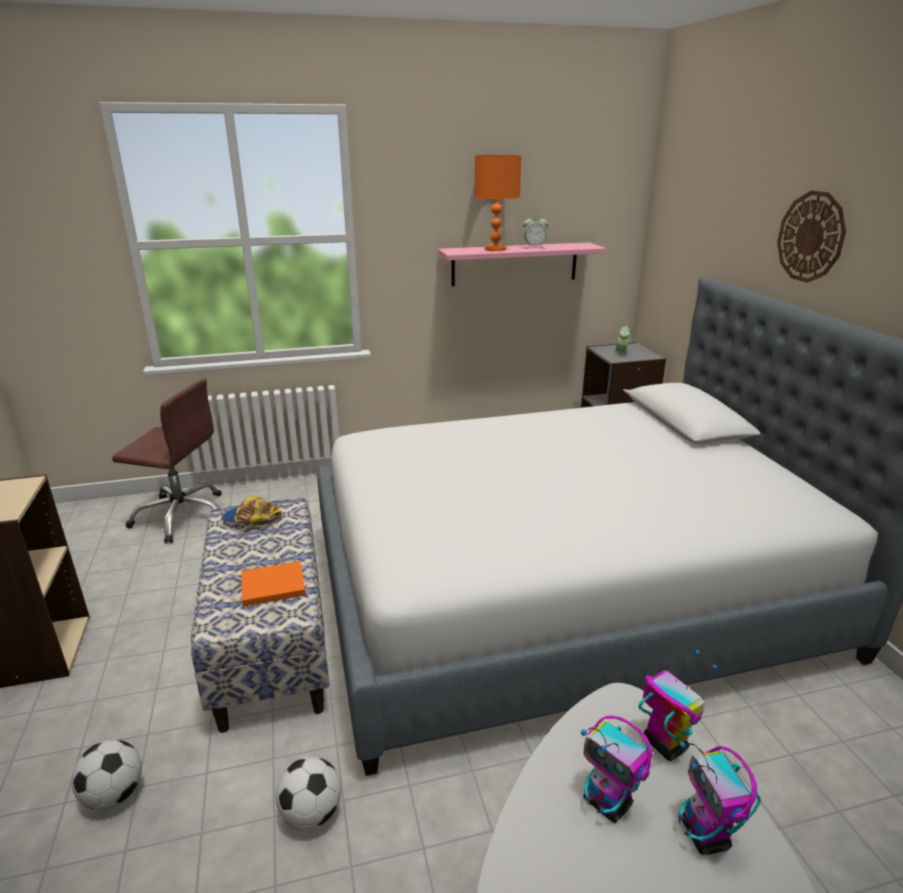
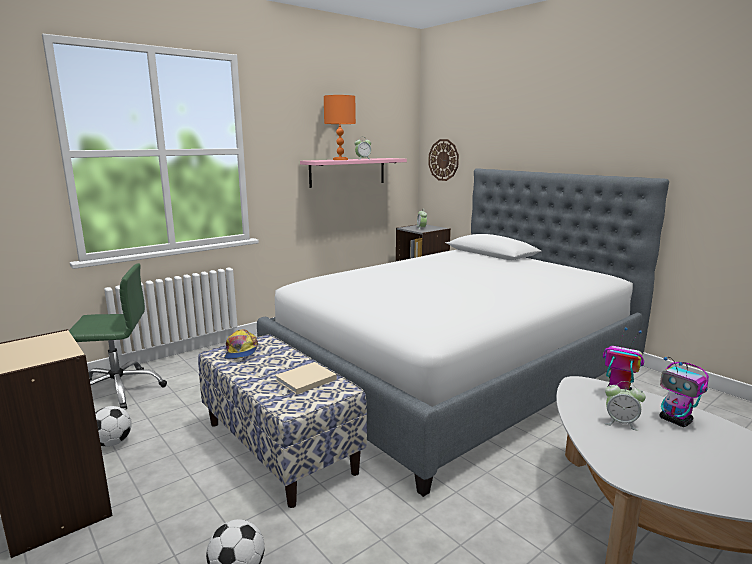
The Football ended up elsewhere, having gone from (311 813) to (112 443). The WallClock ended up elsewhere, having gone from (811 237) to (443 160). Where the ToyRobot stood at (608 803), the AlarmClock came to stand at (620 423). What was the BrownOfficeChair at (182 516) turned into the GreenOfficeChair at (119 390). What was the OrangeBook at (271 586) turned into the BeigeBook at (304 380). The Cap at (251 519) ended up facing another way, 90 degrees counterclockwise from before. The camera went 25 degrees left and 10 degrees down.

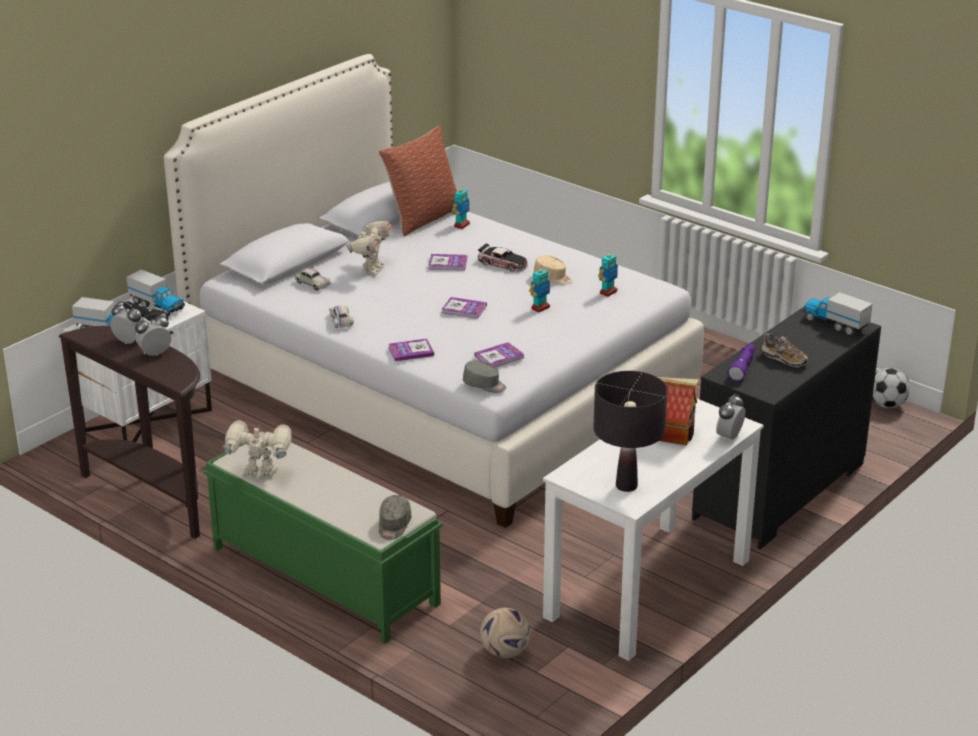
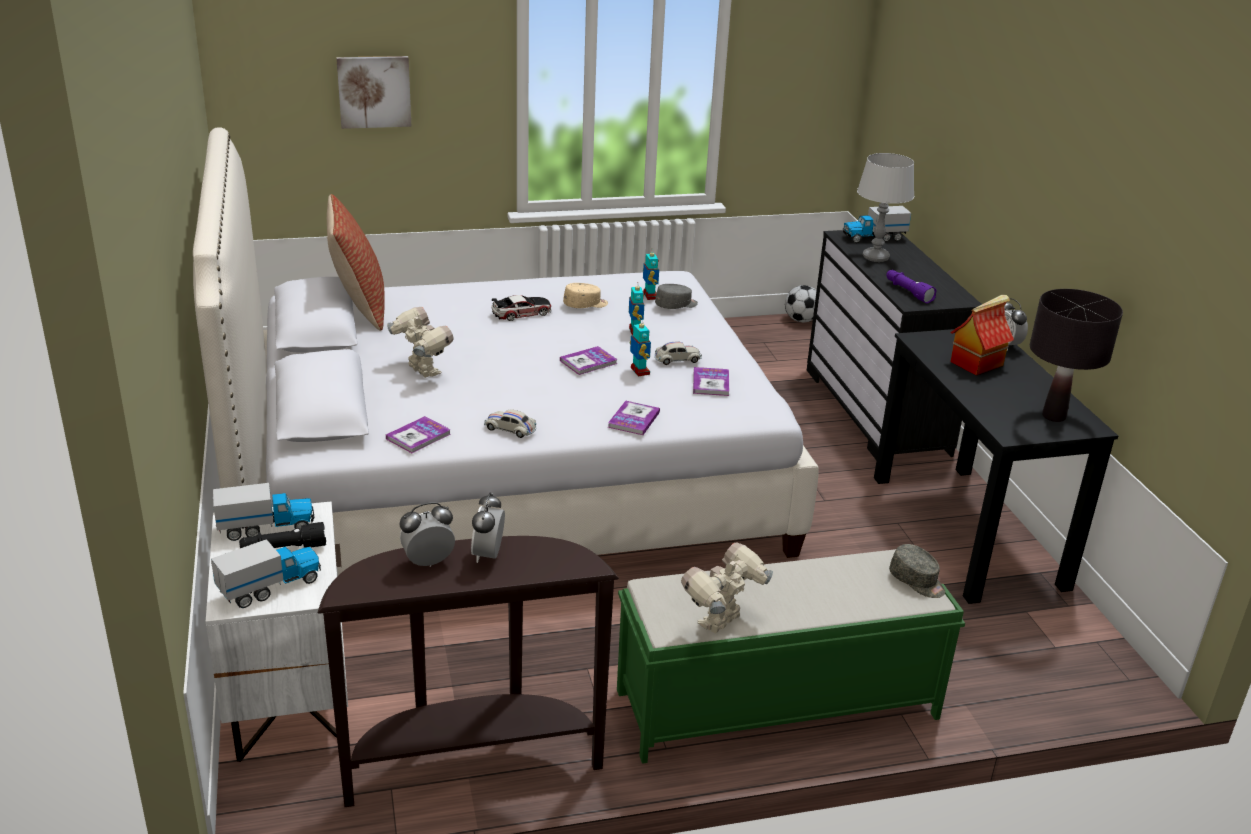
The second view lost the Football at (505 652). The second view lost the Shoe at (784 359). The second view gained the Picture at (374 91). The second view gained the GreyTableLamp at (876 258). The WhiteToyCar ended up elsewhere, having gone from (312 284) to (677 359). The Book ended up elsewhere, having gone from (448 263) to (418 436). The ToyRobot ended up elsewhere, having gone from (461 225) to (639 371). The GreyCap ended up elsewhere, having gone from (484 385) to (676 305). What was the WhiteDesk at (647 589) turned into the BlackDesk at (967 531). The camera went 55 degrees left and 0 degrees up.

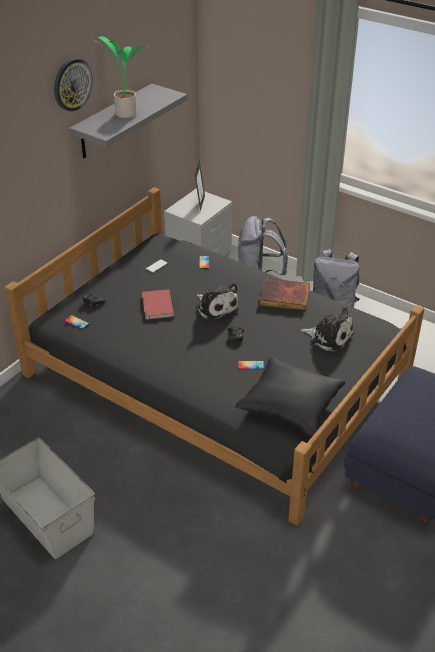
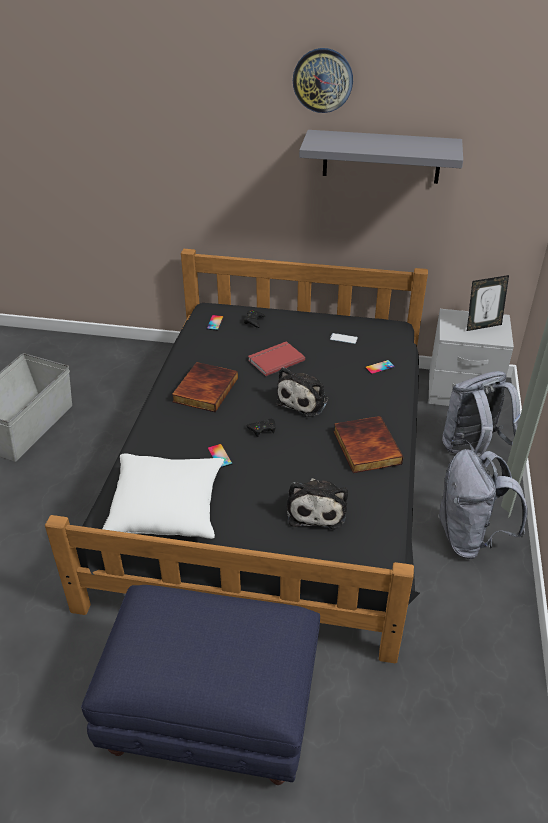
The second view lost the PottedPlant at (124 114). The second view gained the Book at (204 389). What was the BlackPillow at (290 405) turned into the WhitePillow at (166 508). The camera went 65 degrees right and 0 degrees up.

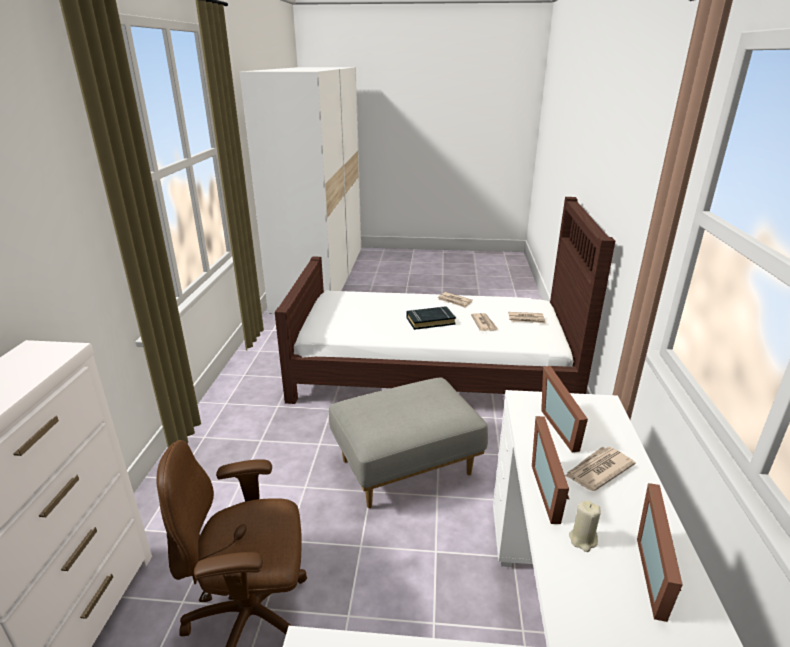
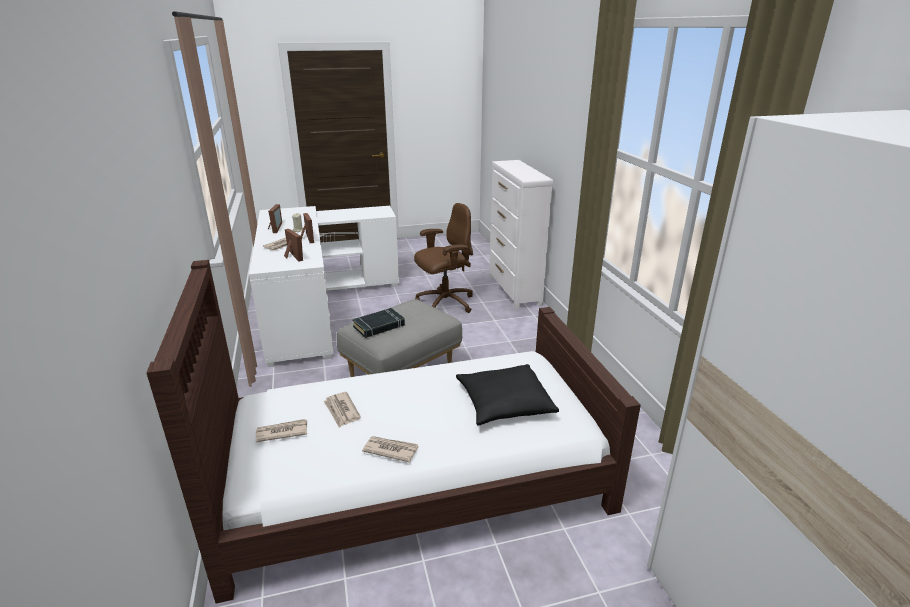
The second view gained the BlackPillow at (504 403). The BlackBook ended up elsewhere, having gone from (430 321) to (379 326). The camera went 160 degrees right and 0 degrees up.

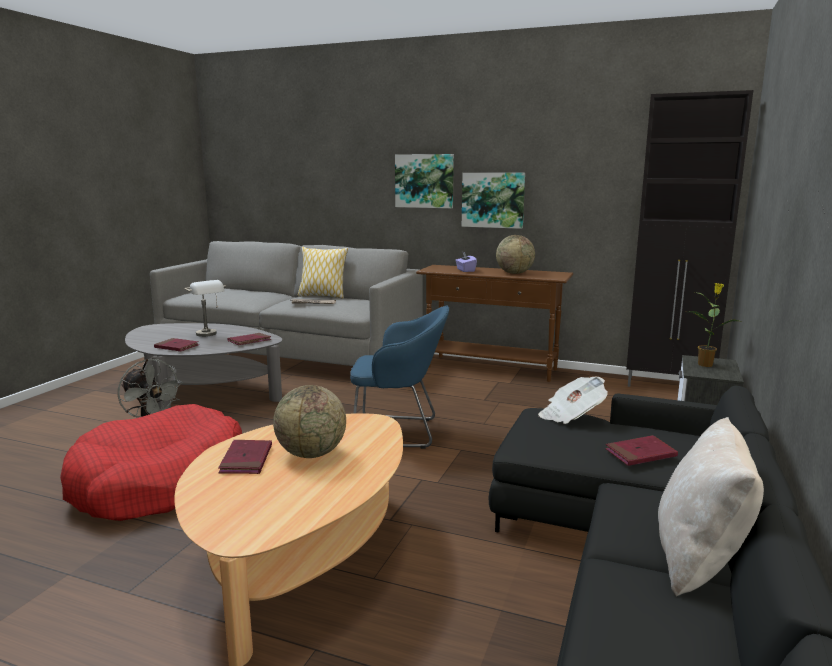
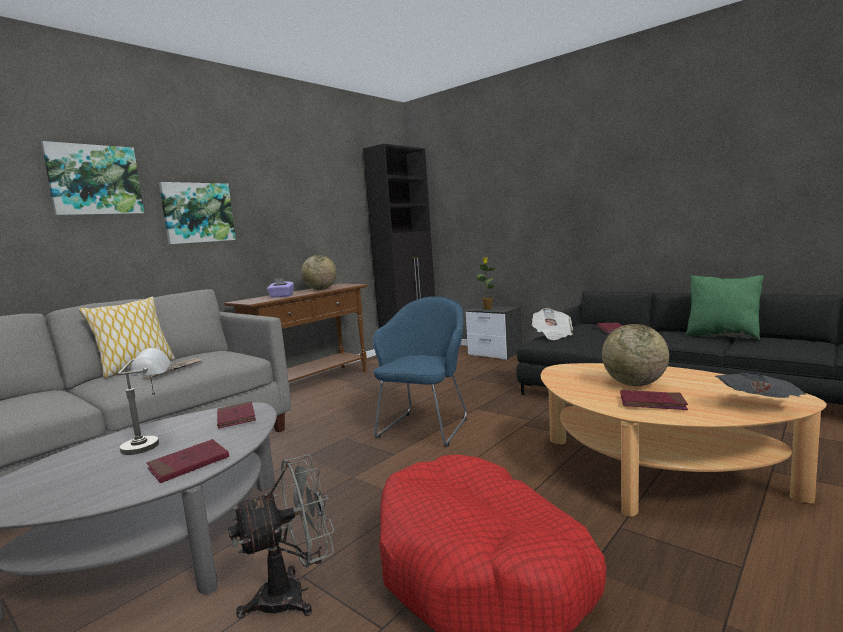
The second view gained the Newspaper at (759 406). The Picture ended up elsewhere, having gone from (493 200) to (94 180). What was the BeigePillow at (699 560) turned into the GreenPillow at (722 336). The camera went 70 degrees left and 5 degrees down.

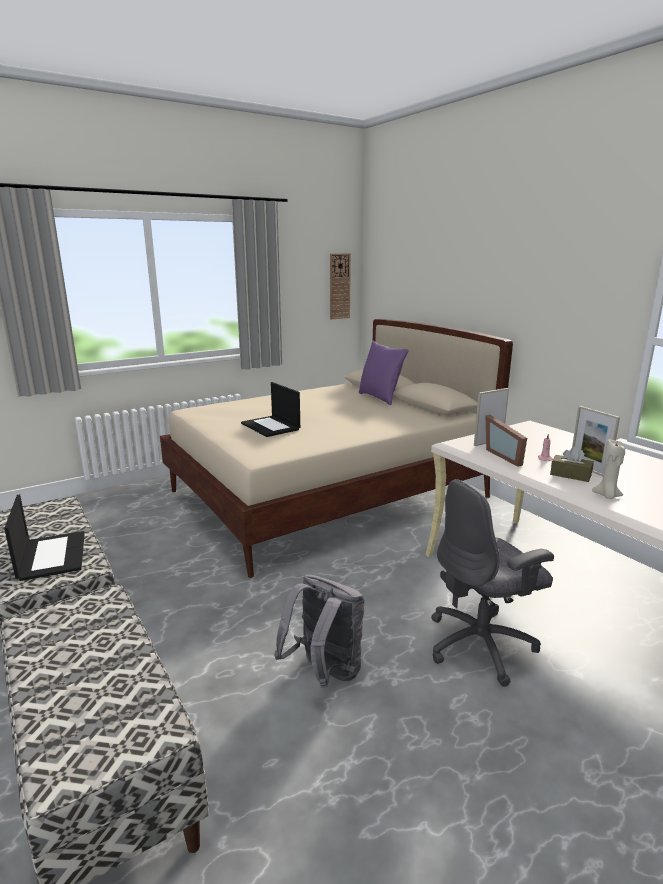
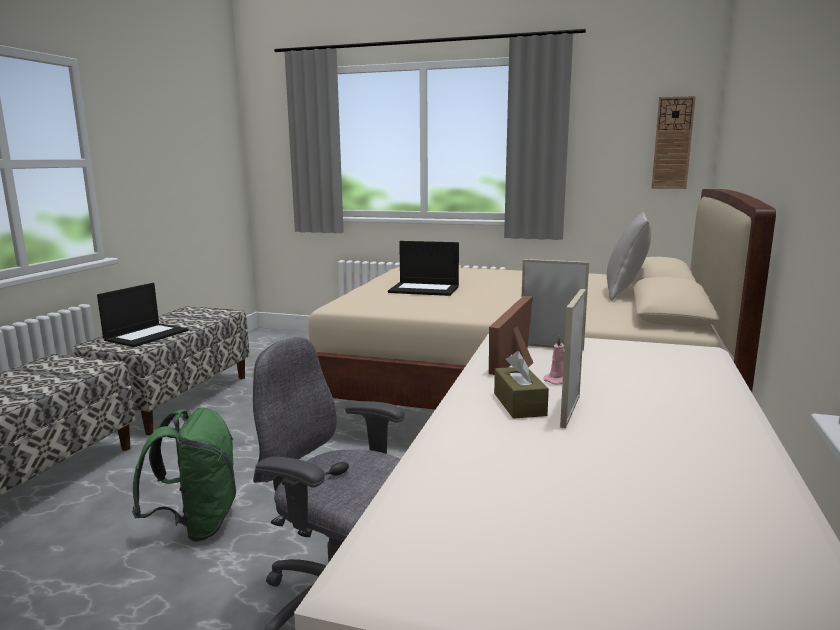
The second view lost the BeigeCandle at (607 496). What was the GreyBackpack at (324 673) turned into the GreenBackpack at (196 525). What was the PurplePillow at (380 398) turned into the GreyPillow at (625 293). The Laptop at (271 426) ended up facing another way, 90 degrees counterclockwise from before. The camera went 50 degrees right and 5 degrees down.

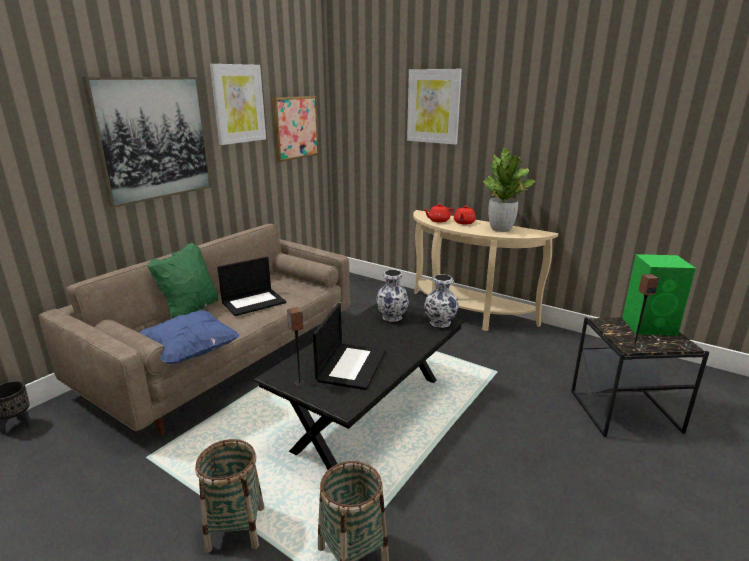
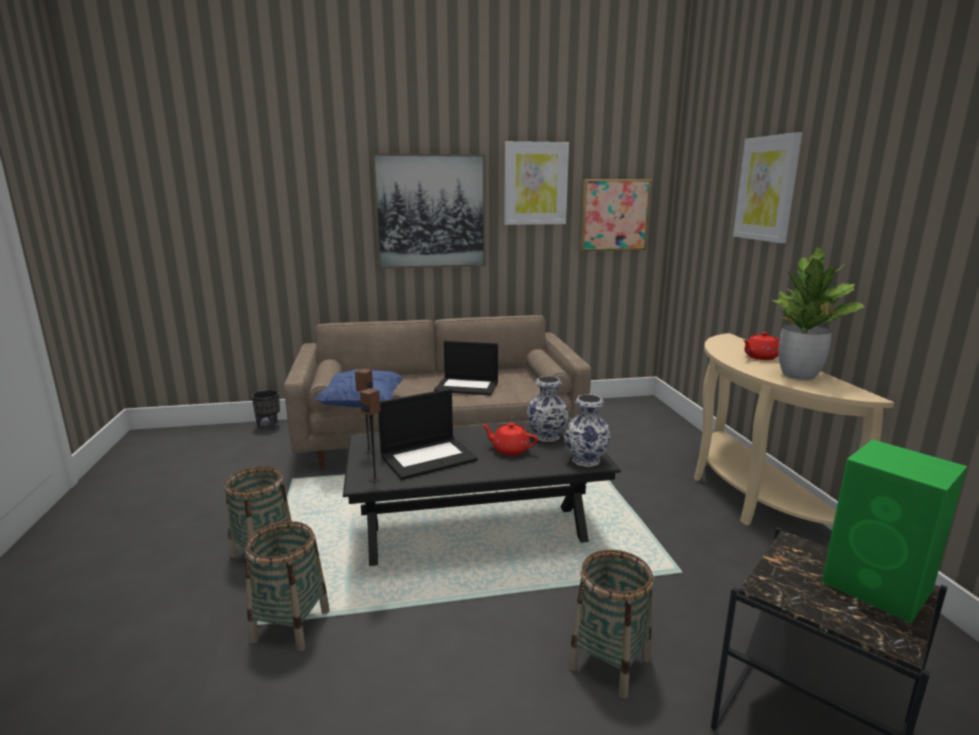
The second view lost the GreenPillow at (190 311). The second view gained the Basket at (609 663). The RedTeapot ended up elsewhere, having gone from (438 220) to (509 450). The Speaker ended up elsewhere, having gone from (634 345) to (375 479). The camera went 45 degrees right and 5 degrees down.

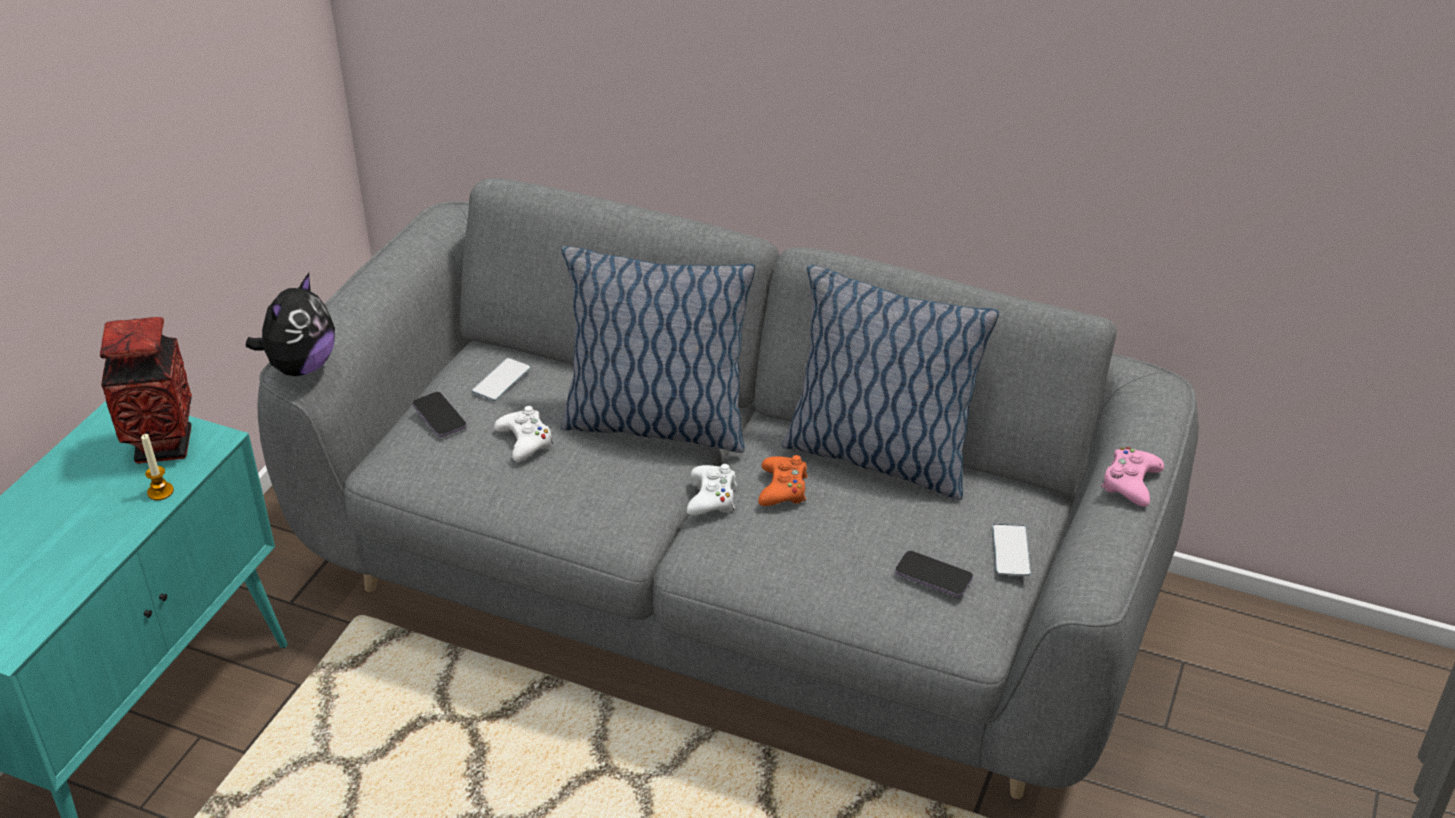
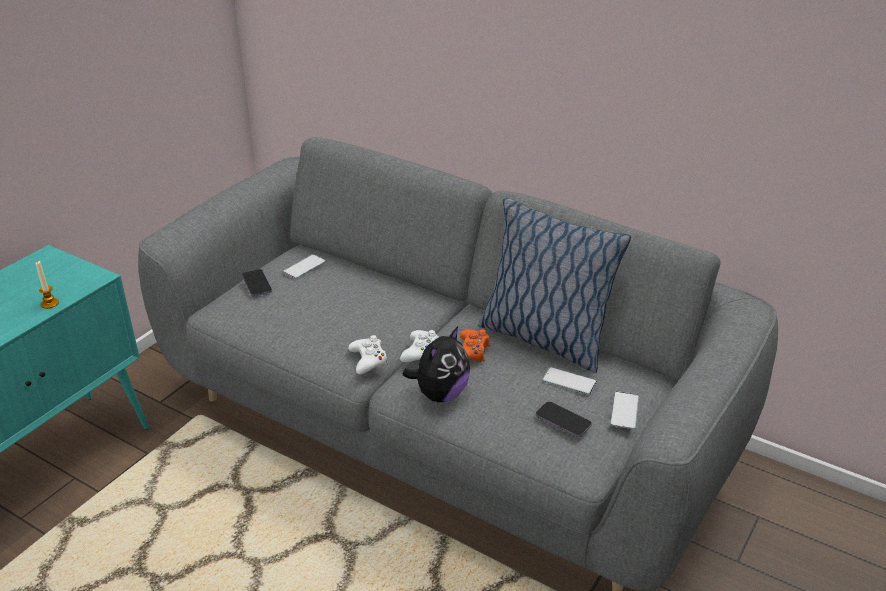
The second view lost the Vase at (163 445). The second view lost the Pillow at (655 424). The second view lost the PinkGameController at (1130 483). The second view gained the Phone at (569 381). The PlushToy ended up elsewhere, having gone from (300 366) to (440 394). The WhiteGameController ended up elsewhere, having gone from (525 441) to (368 360). The camera went 10 degrees right and 5 degrees down.

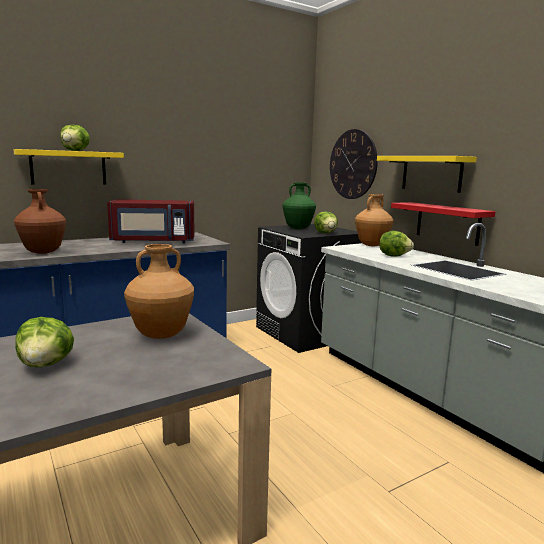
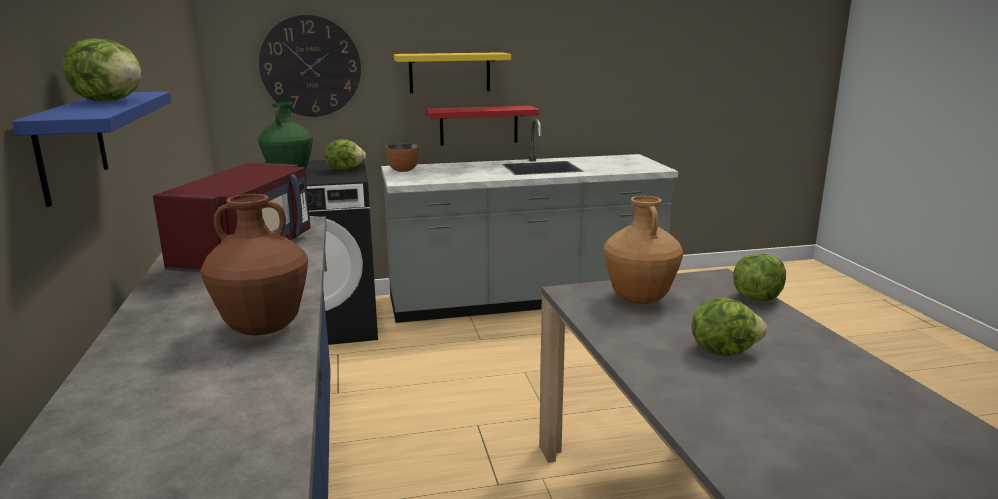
The Lettuce ended up elsewhere, having gone from (394 256) to (756 298). Where the BrownVase stood at (371 245), the Bowl came to stand at (403 170). What was the YellowShelf at (68 168) turned into the BlueShelf at (71 145). The camera went 70 degrees left and 5 degrees up.

